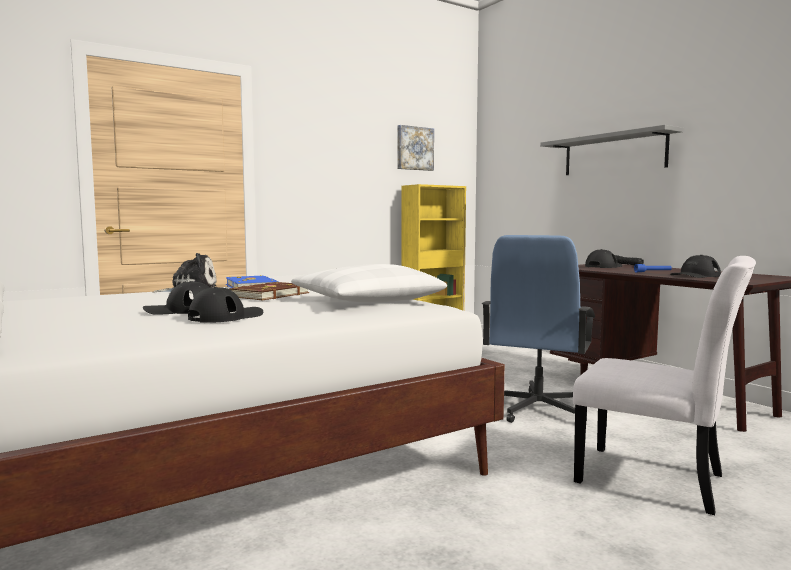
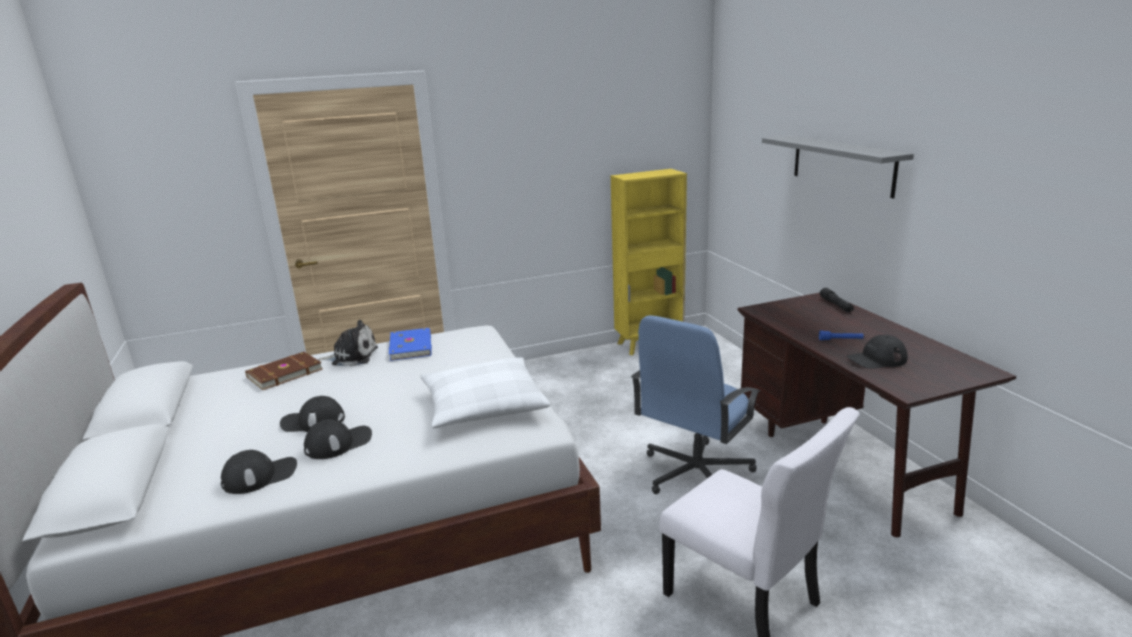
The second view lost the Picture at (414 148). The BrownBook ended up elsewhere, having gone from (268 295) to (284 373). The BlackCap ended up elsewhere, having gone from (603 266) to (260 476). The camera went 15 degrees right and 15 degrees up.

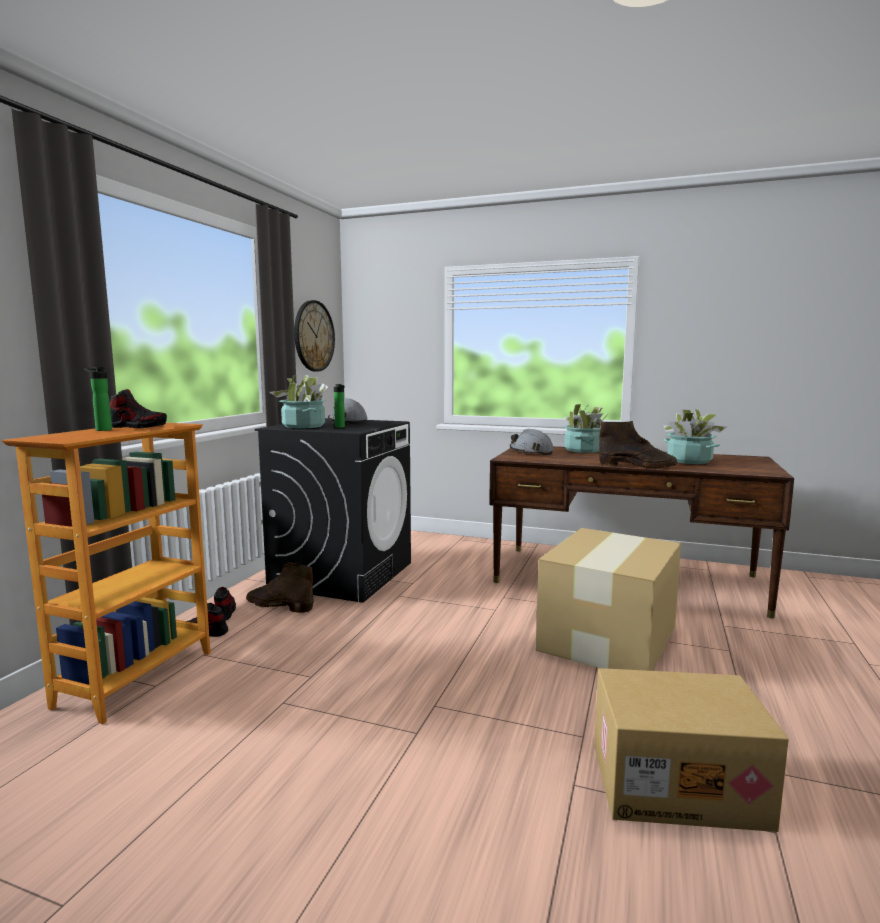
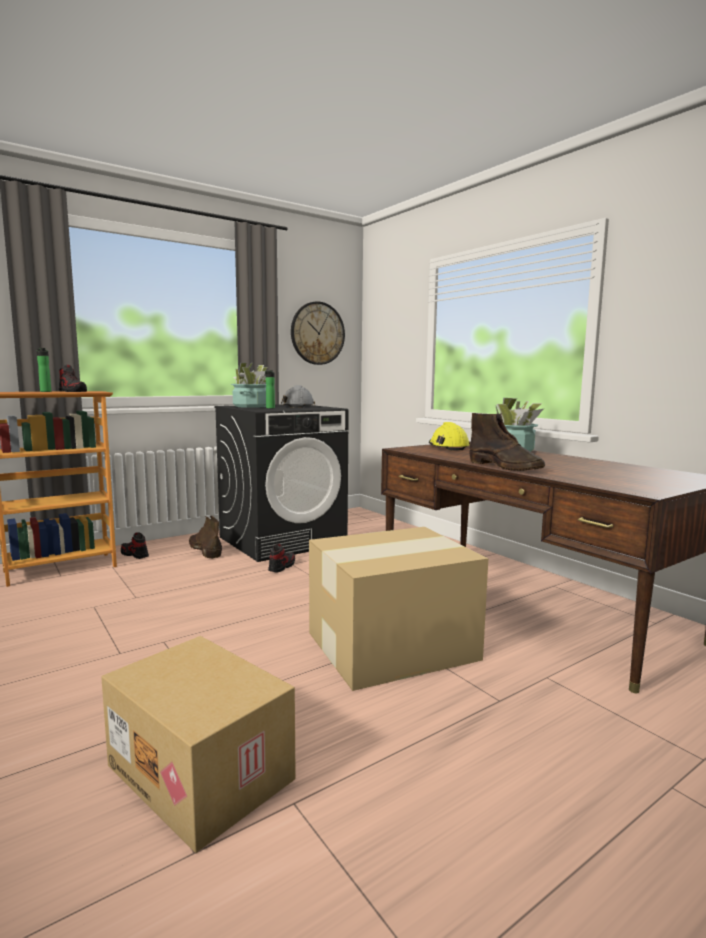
The second view lost the PottedPlant at (689 461). The Shoe ended up elsewhere, having gone from (225 612) to (282 566). What was the GreyHardHat at (531 452) turned into the YellowHardHat at (448 447). The camera went 35 degrees right and 0 degrees up.

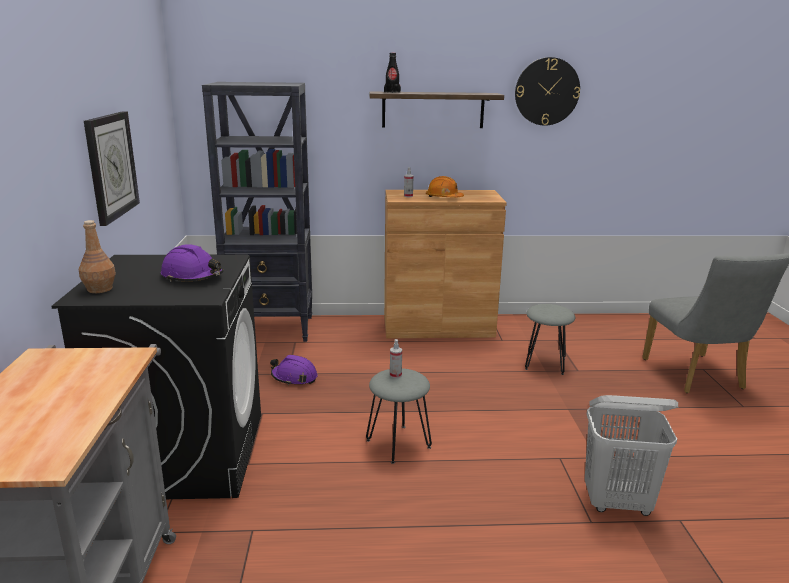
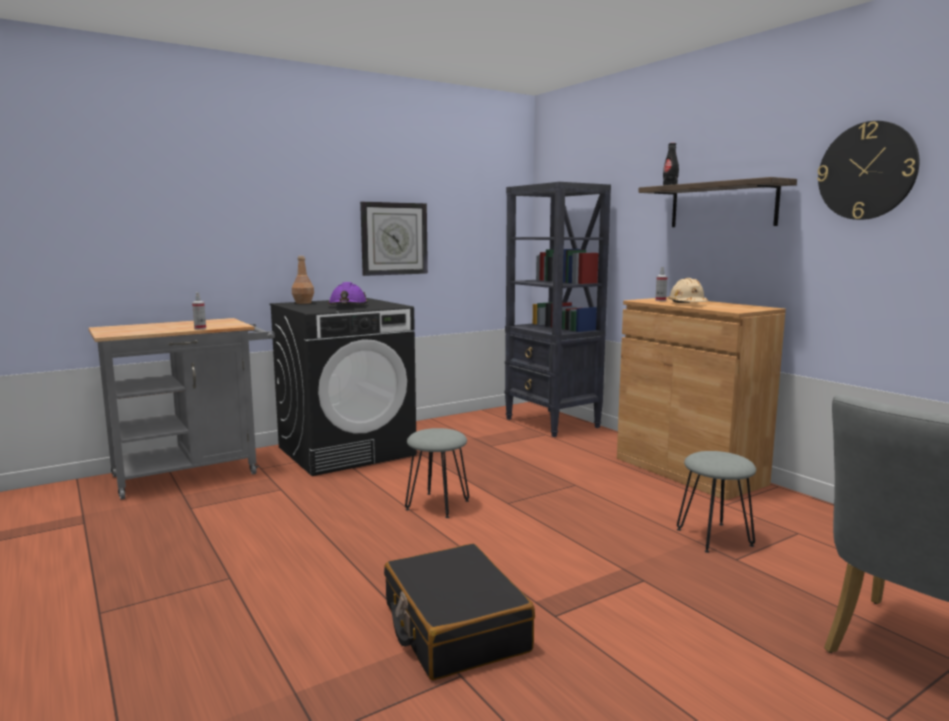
The second view lost the PurpleHardHat at (294 377). The SprayBottle ended up elsewhere, having gone from (395 375) to (200 328). Where the WhiteLaundryBasket stood at (617 503), the BlackSuitcase came to stand at (454 627). What was the OrangeHardHat at (443 198) turned into the BeigeHardHat at (687 304). The camera went 60 degrees right and 10 degrees down.

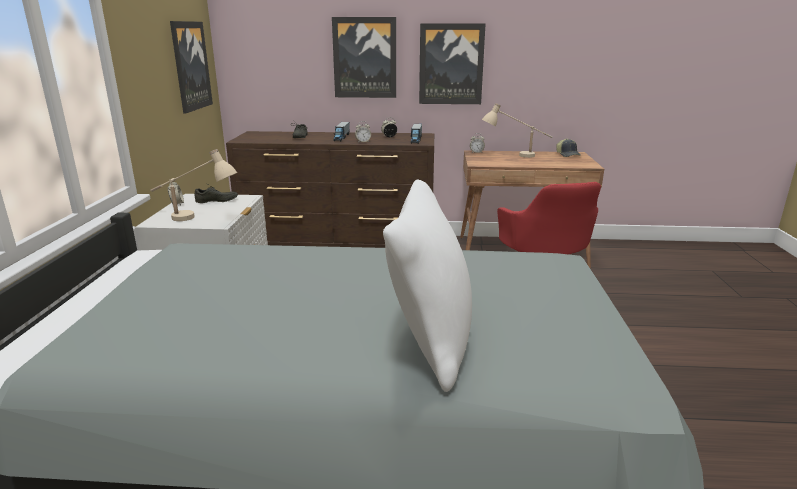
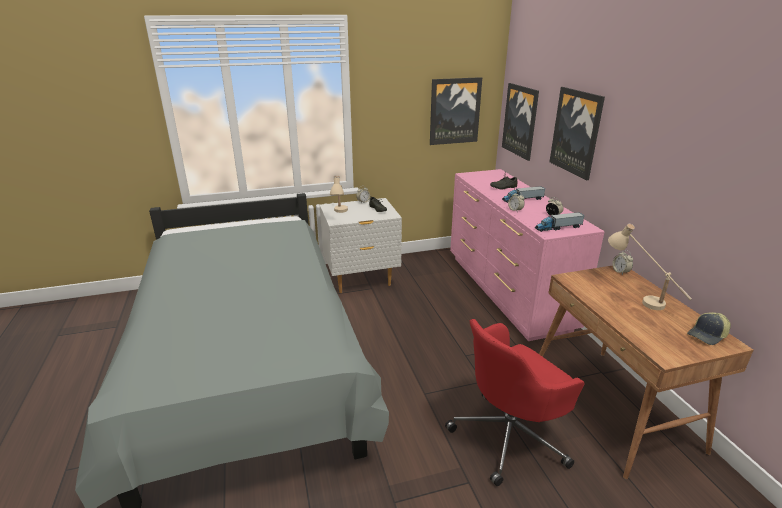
The second view lost the WhitePillow at (430 343). The Picture ended up elsewhere, having gone from (451 64) to (520 121). What was the BrownDresser at (340 246) turned into the PinkDresser at (506 291). The camera went 70 degrees right and 5 degrees up.

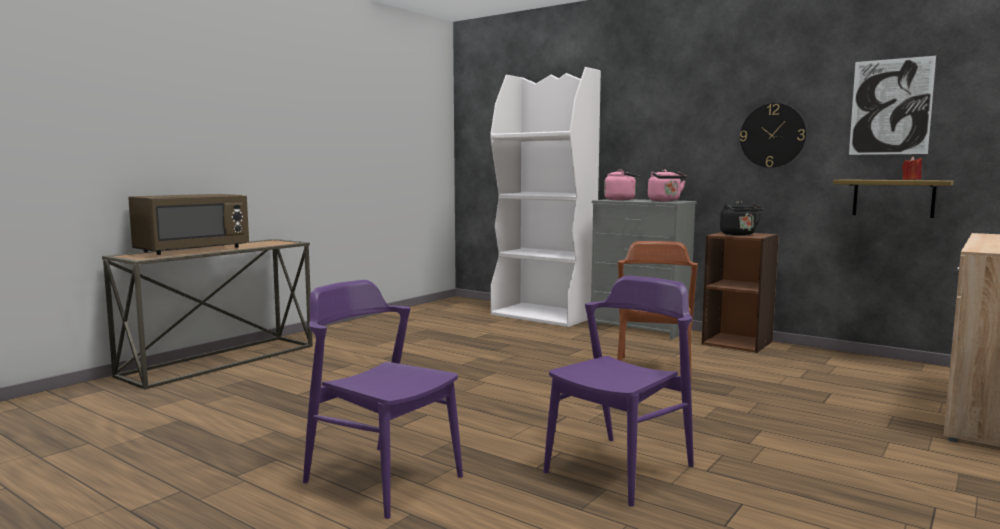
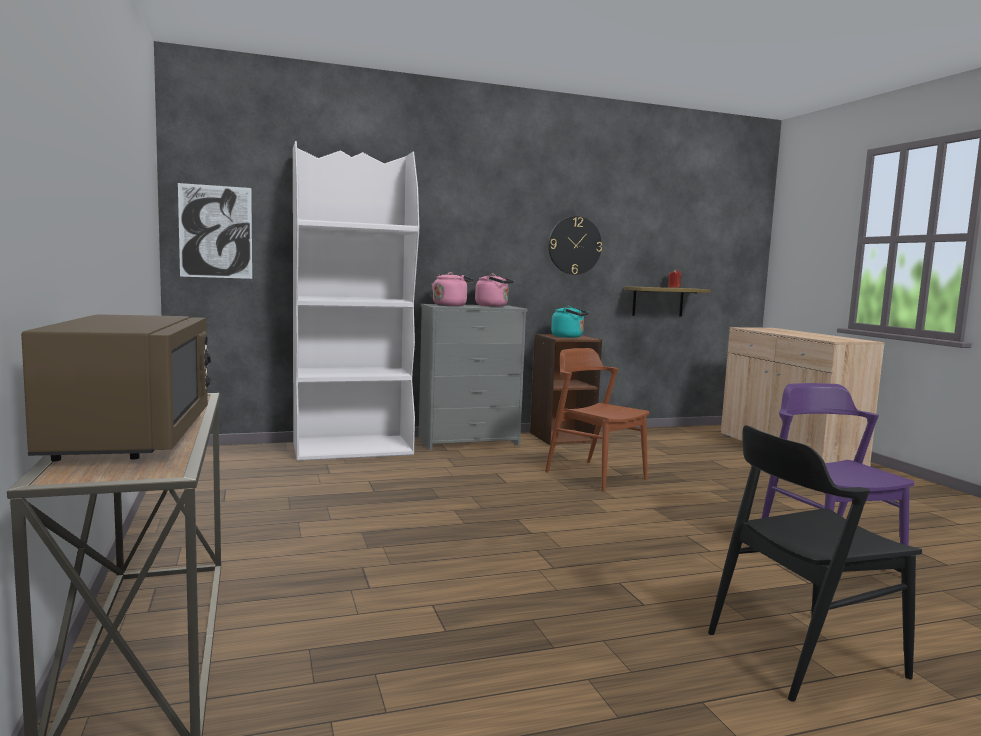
The Picture ended up elsewhere, having gone from (890 107) to (215 232). What was the PurpleChair at (383 479) turned into the BlackChair at (803 654). What was the BlackKettle at (739 234) turned into the TurquoiseKettle at (569 337). The camera went 55 degrees left and 0 degrees up.

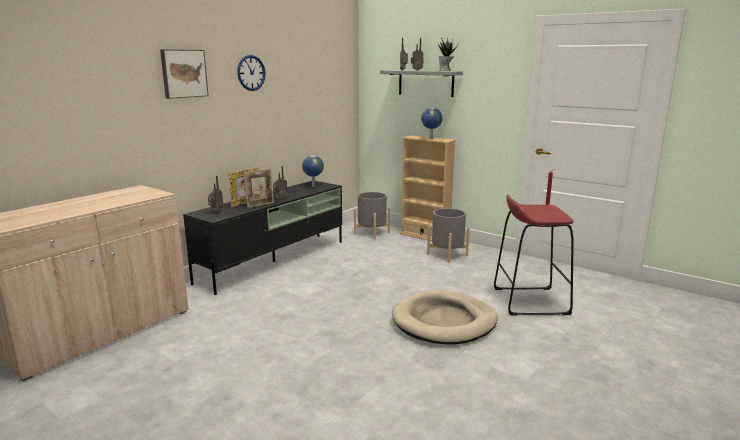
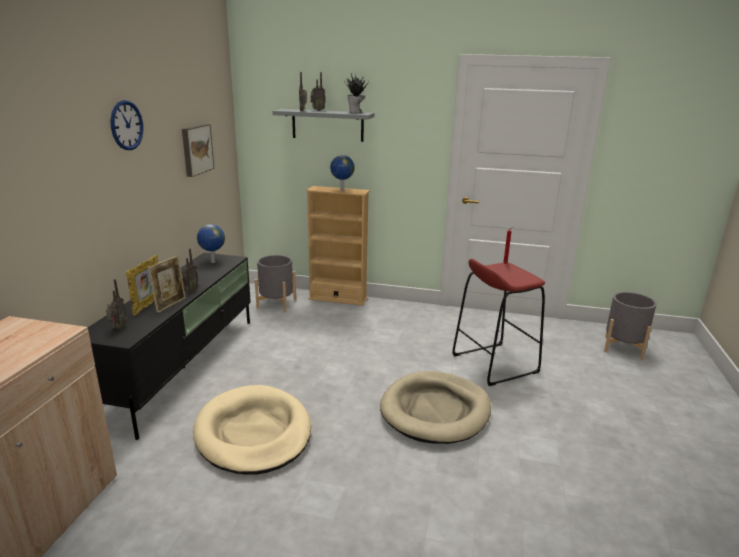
The second view gained the BeigeDogBed at (253 433). The Picture ended up elsewhere, having gone from (183 73) to (196 149). The GreyPlanter ended up elsewhere, having gone from (447 255) to (623 347). The camera went 25 degrees left and 5 degrees up.

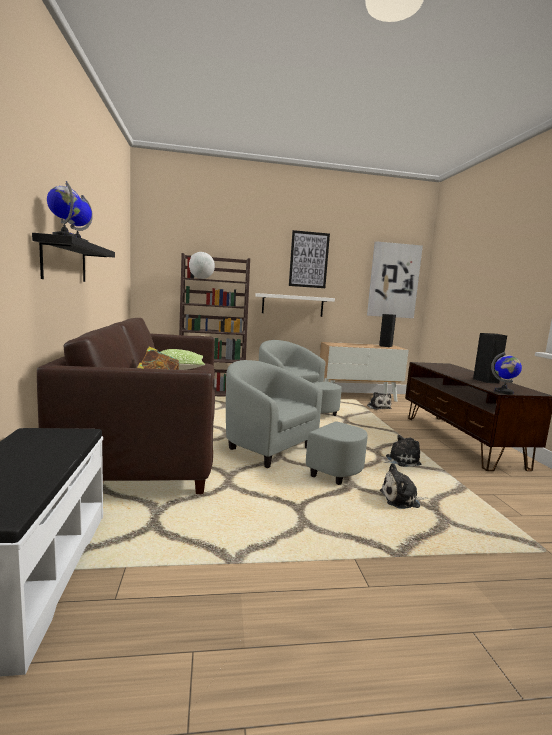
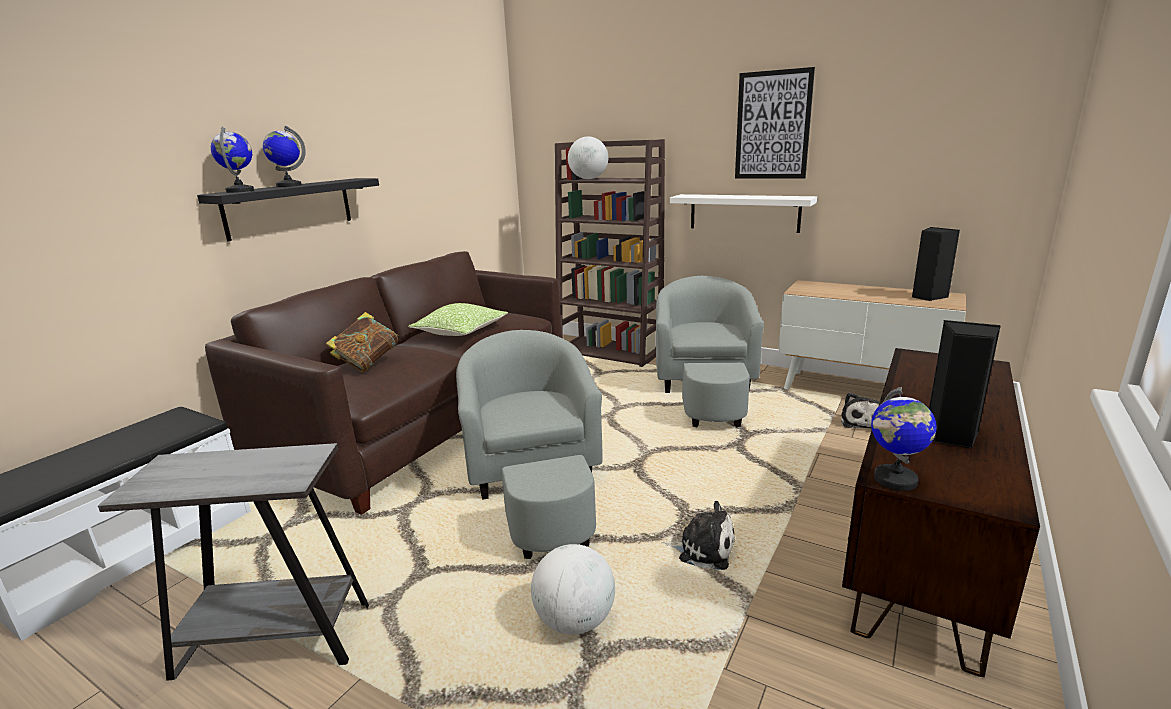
The second view lost the Picture at (393 280). The second view gained the GreySideTable at (274 641). Where the PlushToy stood at (402 499), the Globe came to stand at (575 621). The camera went 40 degrees right and 10 degrees up.

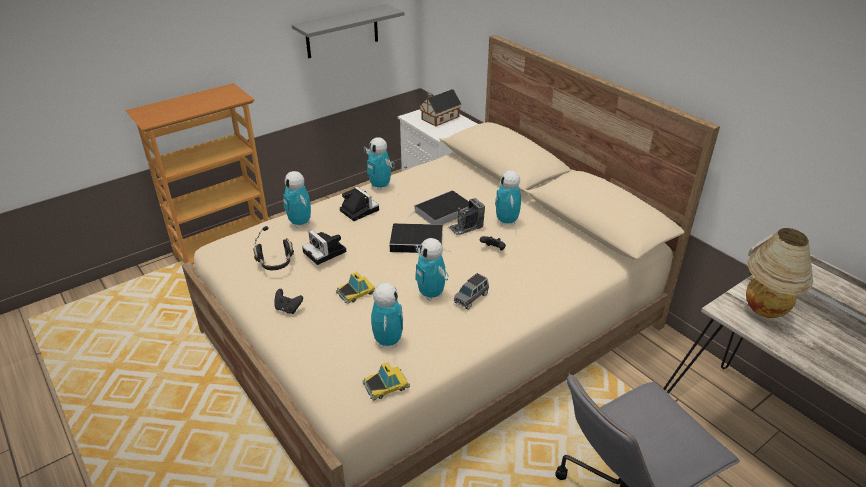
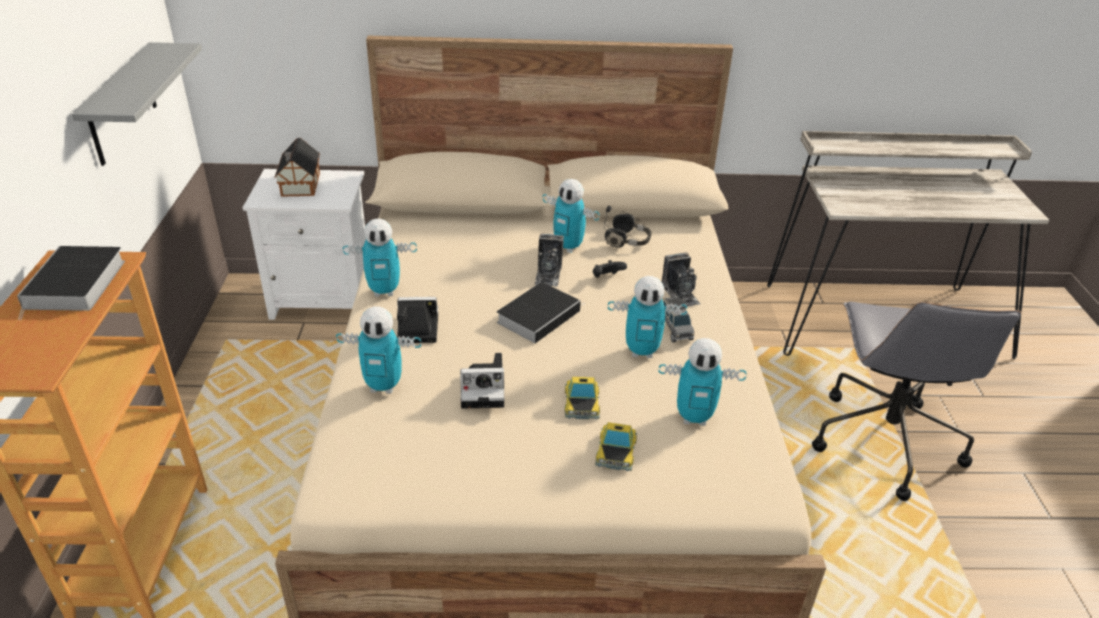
The second view lost the BlackGameController at (288 309). The second view lost the TableLamp at (763 311). The second view gained the PhotoCamera at (680 294). The BlackHeadphones ended up elsewhere, having gone from (275 262) to (627 241). The ToyCar ended up elsewhere, having gone from (386 385) to (616 450). The Book ended up elsewhere, having gone from (442 212) to (75 285). The ToyRobot at (388 341) ended up facing another way, 150 degrees clockwise from before. The camera went 55 degrees left and 0 degrees up.

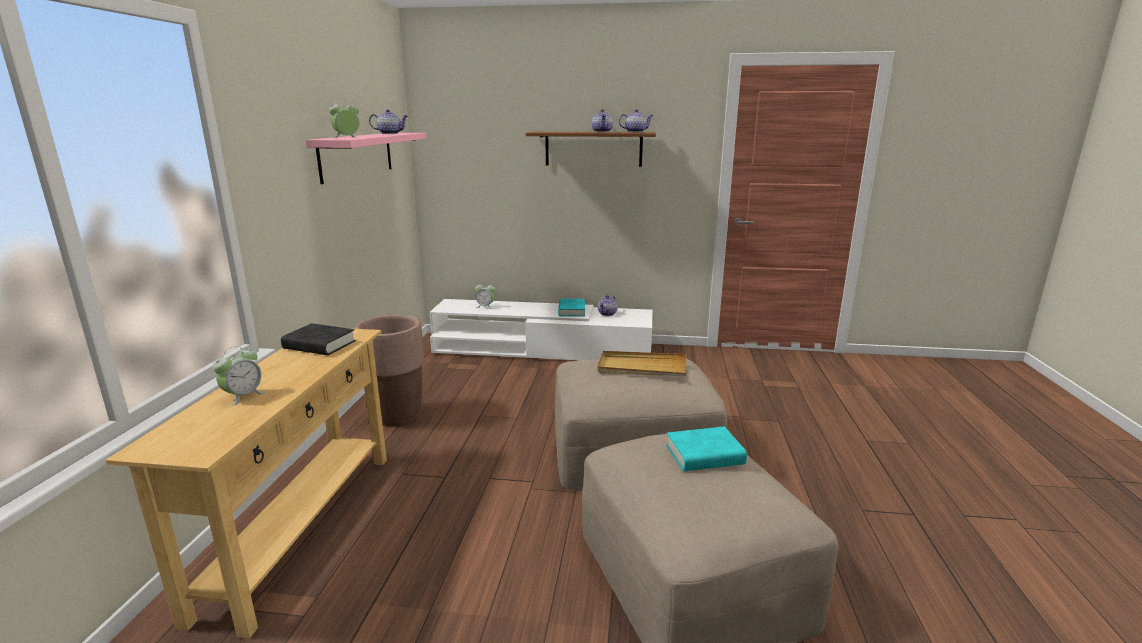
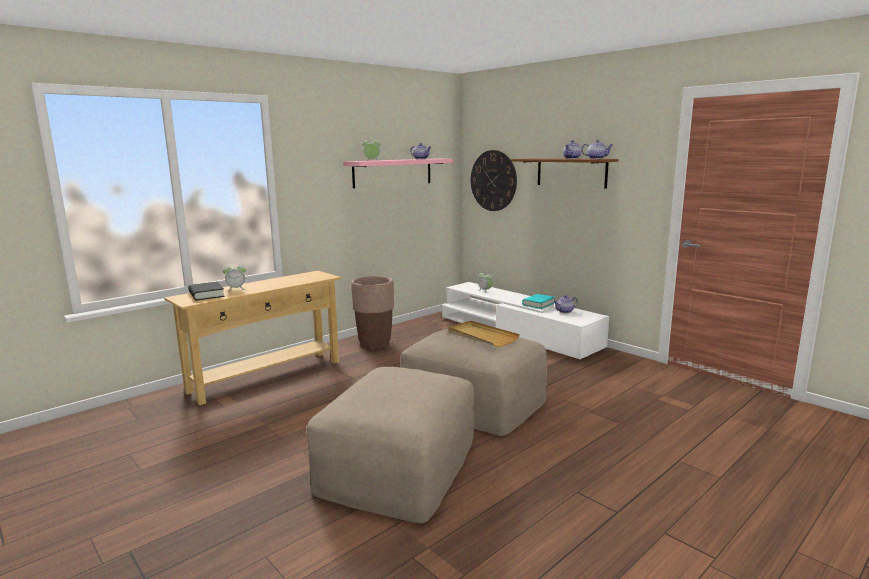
The second view lost the TurquoiseBook at (704 455). The second view gained the WallClock at (493 180). The BlackBook ended up elsewhere, having gone from (319 345) to (206 294). The camera went 40 degrees right and 5 degrees down.

